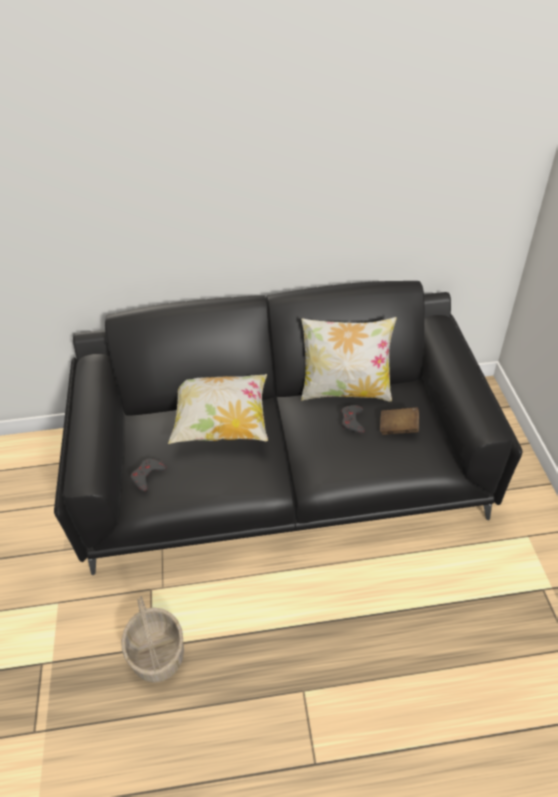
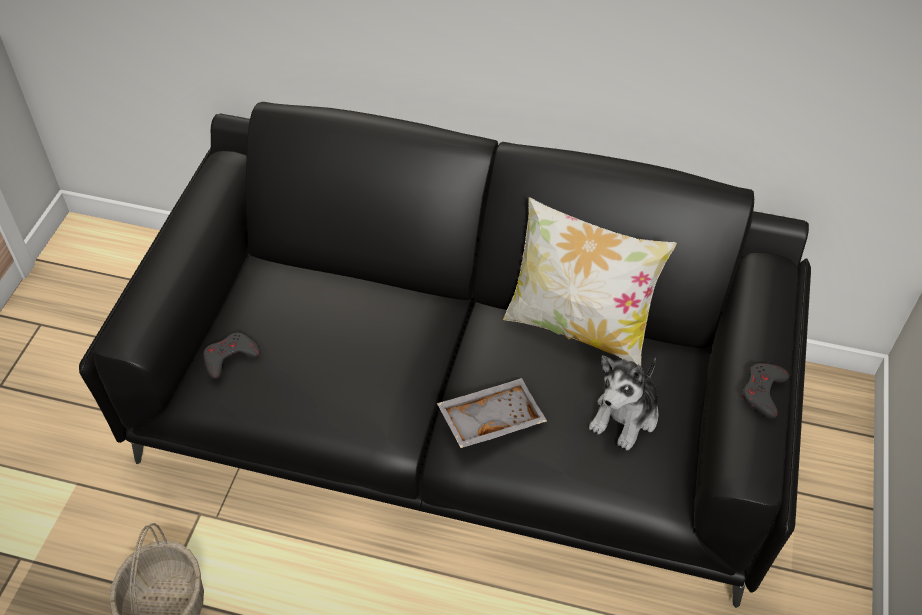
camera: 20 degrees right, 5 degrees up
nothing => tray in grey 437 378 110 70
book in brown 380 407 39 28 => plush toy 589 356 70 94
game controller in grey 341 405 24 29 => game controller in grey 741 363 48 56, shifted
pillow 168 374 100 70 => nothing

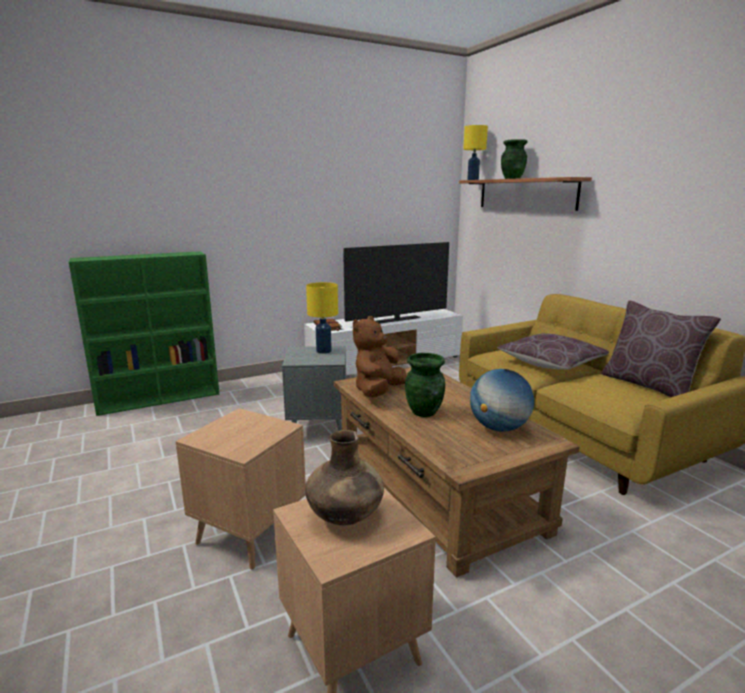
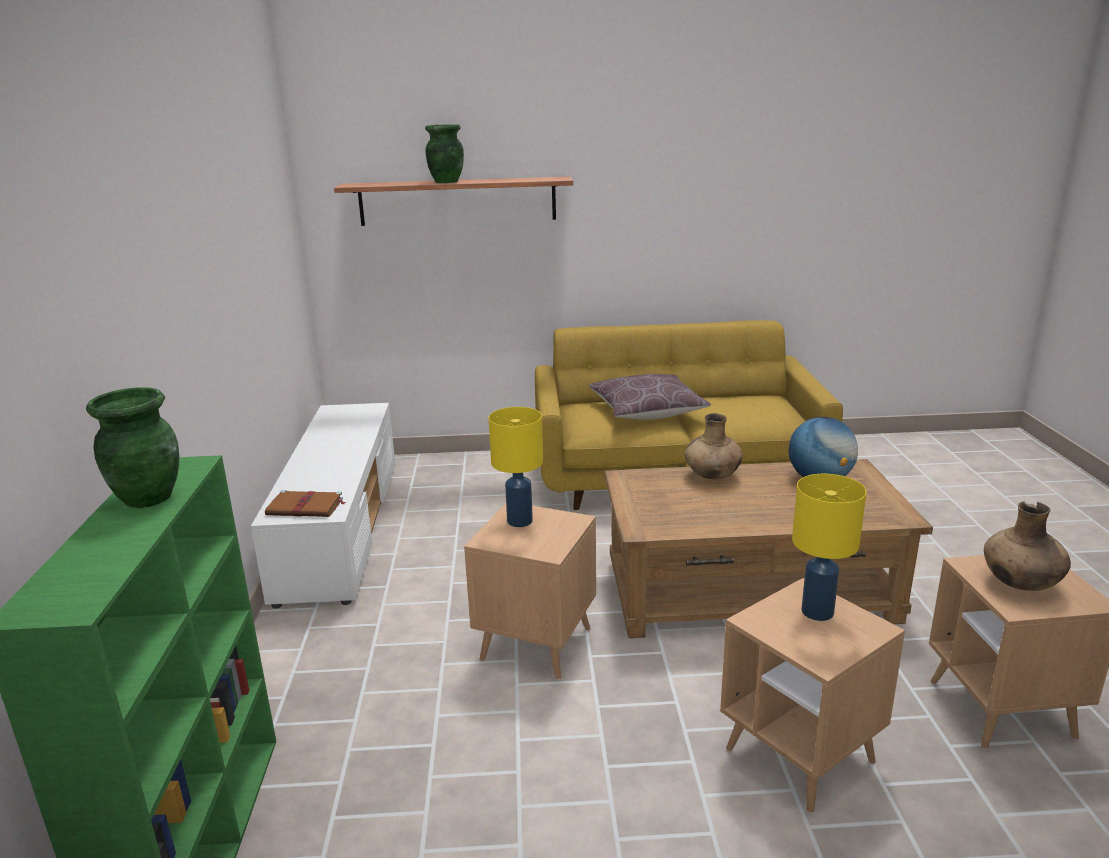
camera: 65 degrees left, 5 degrees up
vase in green 405 353 40 64 => vase in green 86 387 93 121, shifted
side table in grey 282 346 64 85 => side table in brown 464 504 132 176
nothing => vase in brown 685 413 58 66
table lamp in yellow 463 125 25 55 => table lamp in yellow 792 474 74 147, shifted
television 343 242 106 82 => nothing
plush toy in brown 353 316 54 81 => nothing
pillow in brown 601 300 120 97 => nothing

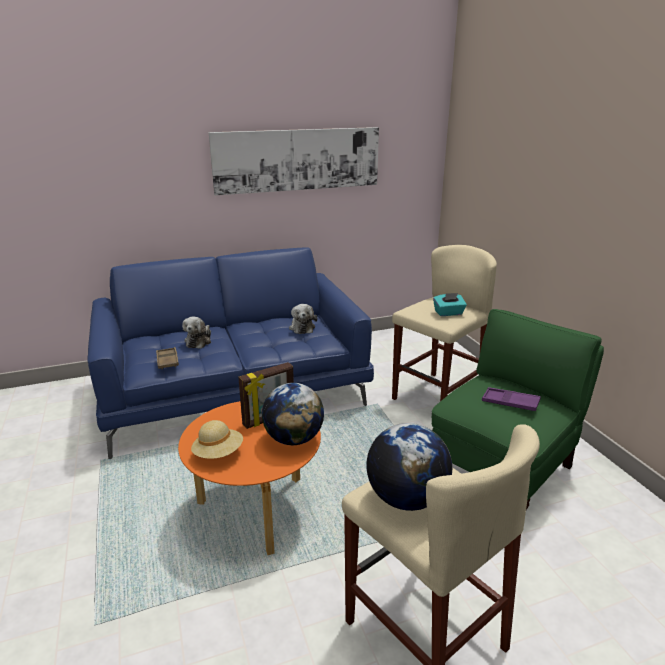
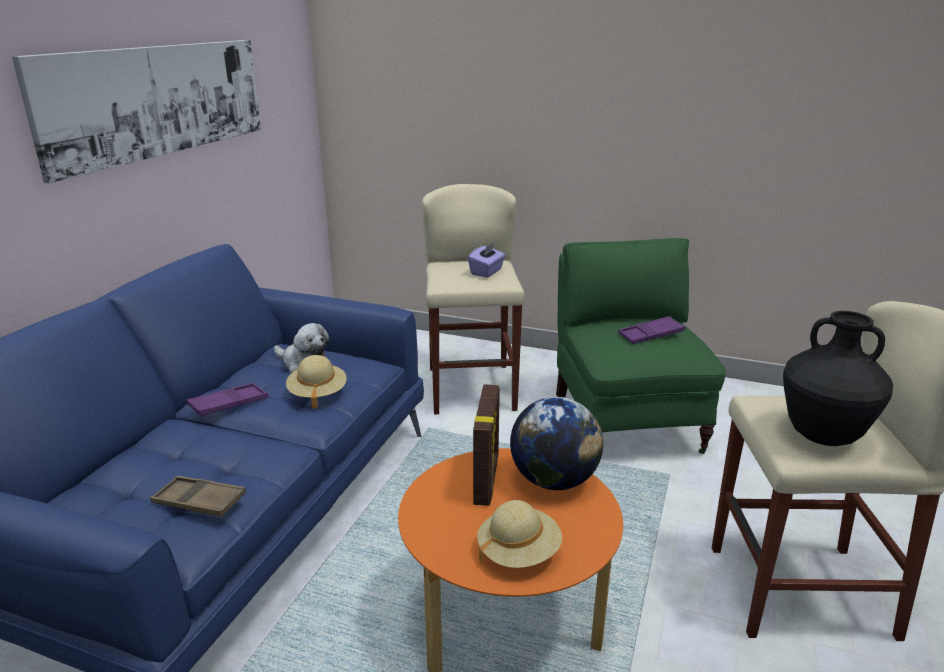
camera: 50 degrees left, 0 degrees up
nothing => tray in purple 187 383 81 34
nothing => hat in beige 286 355 61 54
tissue box in turquoise 433 293 34 23 => tissue box in purple 468 242 37 35
globe 366 423 86 88 => vase in black 783 311 110 135
plush toy 182 317 29 32 => nothing

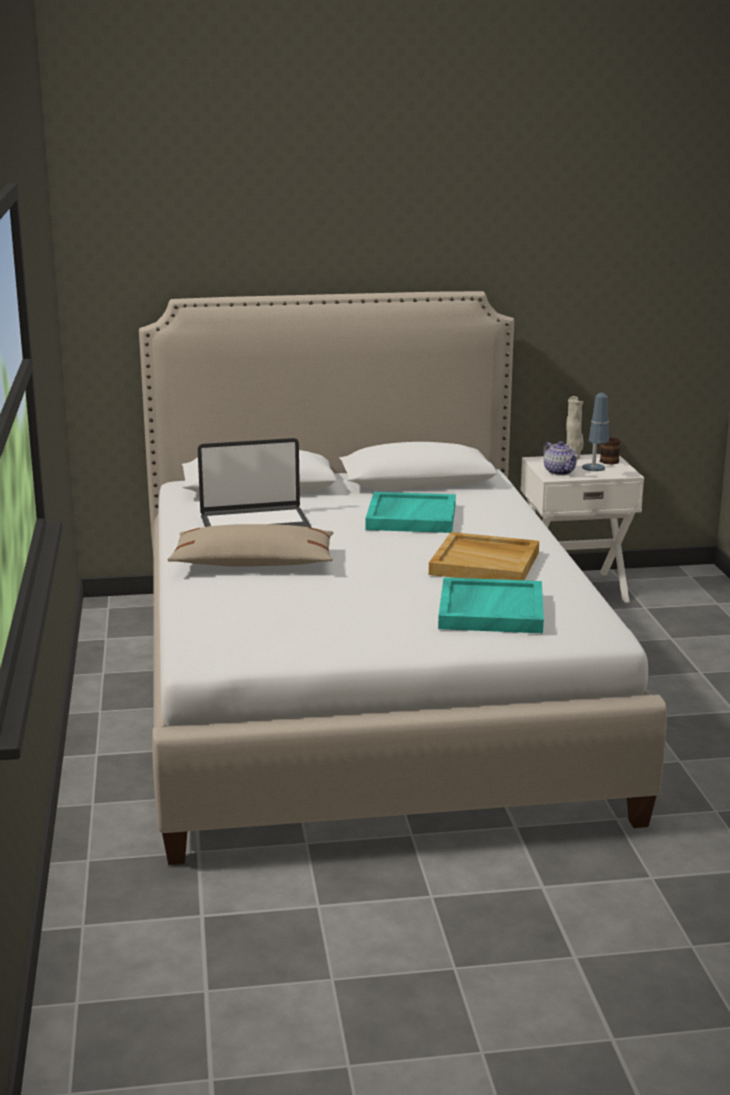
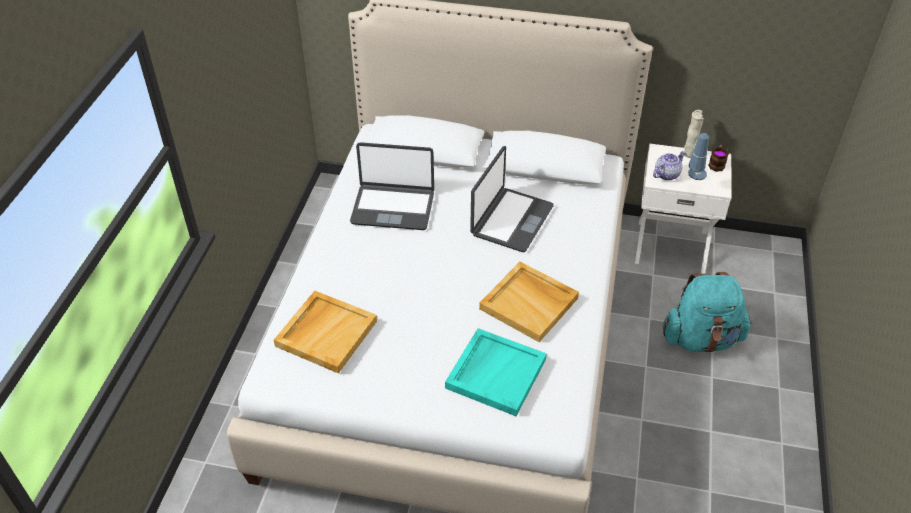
camera: 20 degrees right, 25 degrees up
nothing => tray in beige 274 291 103 83
tray in turquoise 365 492 91 41 => laptop 470 146 84 106
teapot 543 441 35 34 => teapot 653 151 33 30, 120 degrees counterclockwise
nothing => backpack in turquoise 663 272 89 81
pillow in beige 167 524 167 43 => nothing

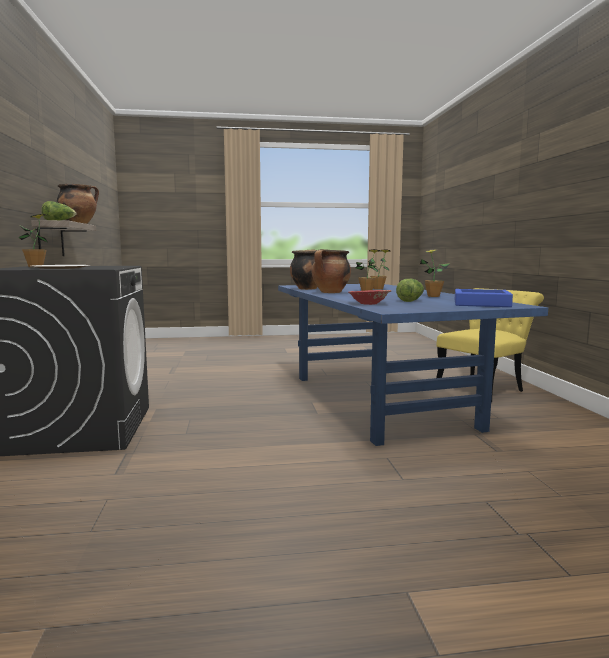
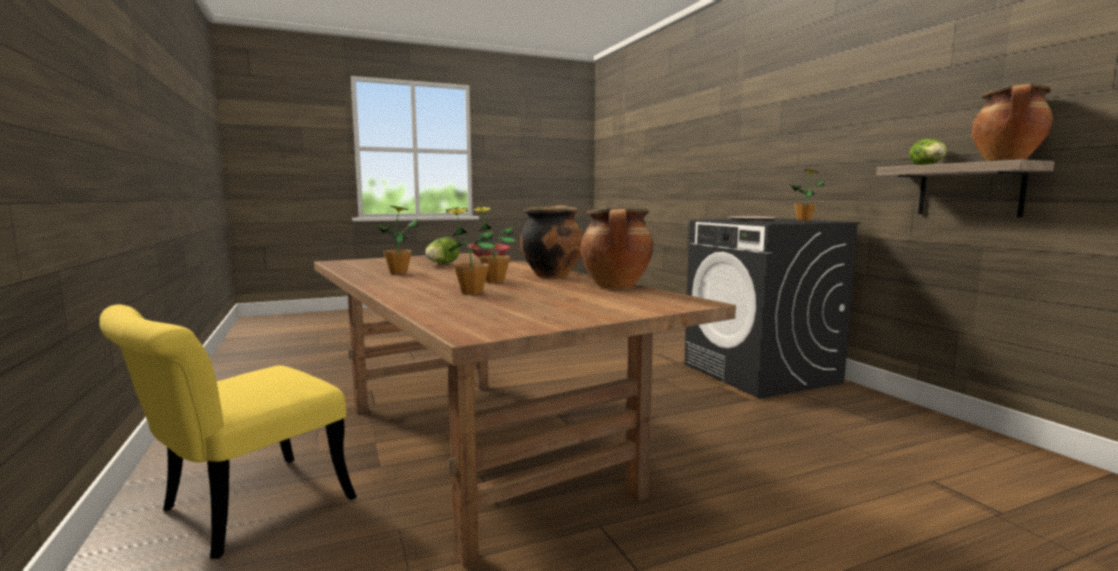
camera: 165 degrees right, 0 degrees up
dining table in blue 278 284 270 162 => dining table in brown 314 253 422 313
tray in blue 455 289 58 18 => nothing

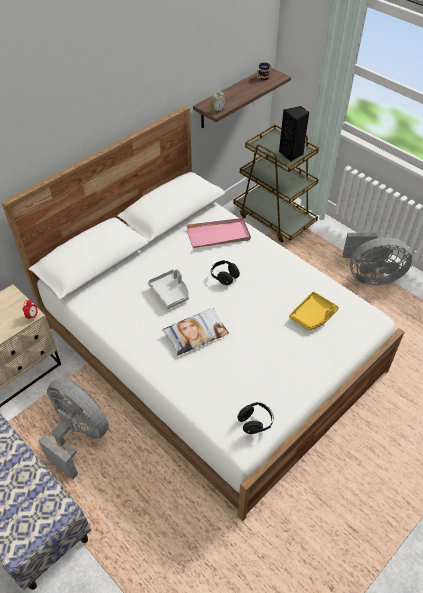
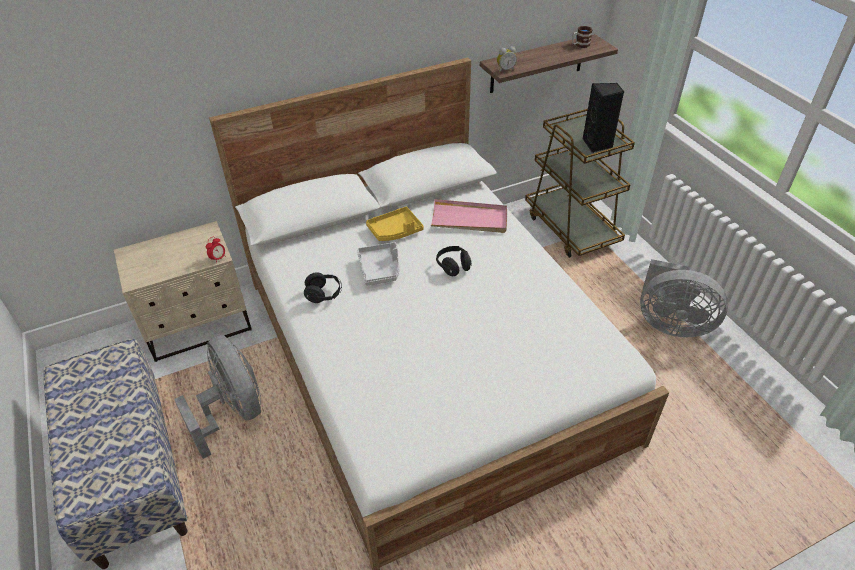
camera: 20 degrees right, 5 degrees down
headphones in black 237 402 37 32 => headphones in black 304 272 38 31, shifted
tray in yellow 289 291 50 40 => tray in yellow 366 207 58 34, shifted
pillow 162 308 67 48 => nothing

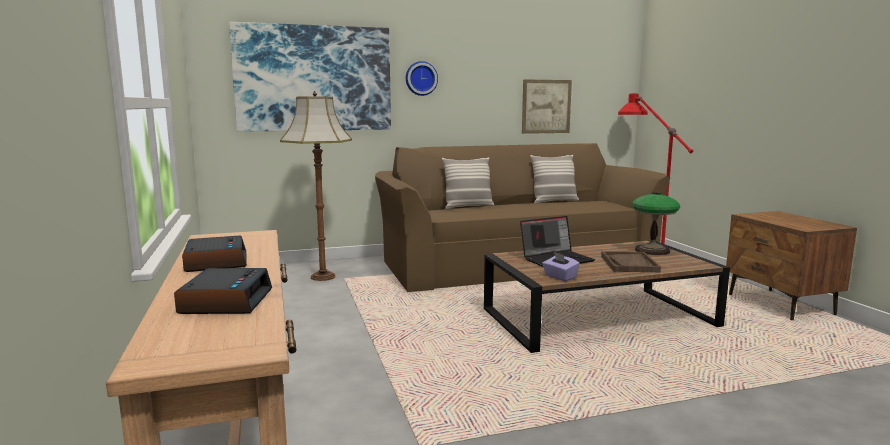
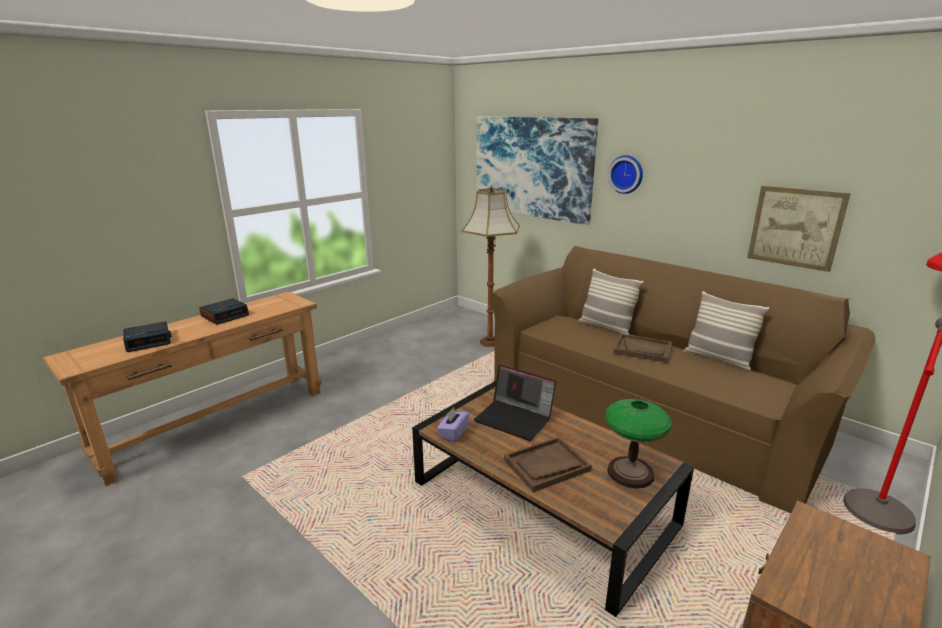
camera: 60 degrees right, 10 degrees up
nothing => tray in brown 613 334 59 29

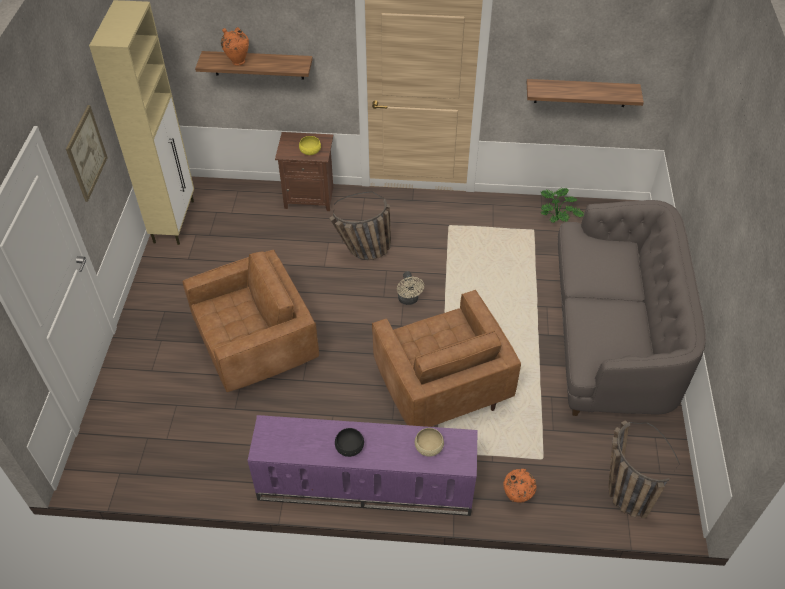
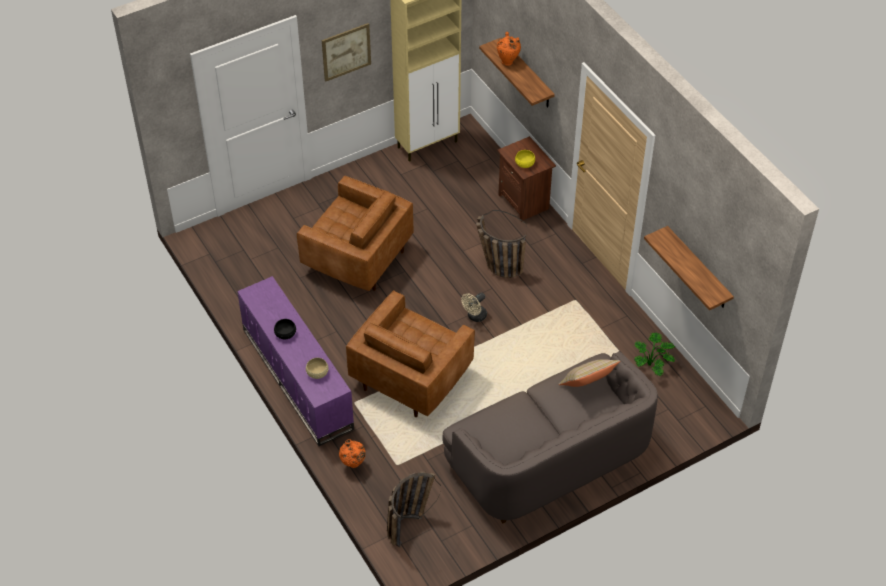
camera: 55 degrees right, 0 degrees up
nothing => pillow in beige 558 360 62 27

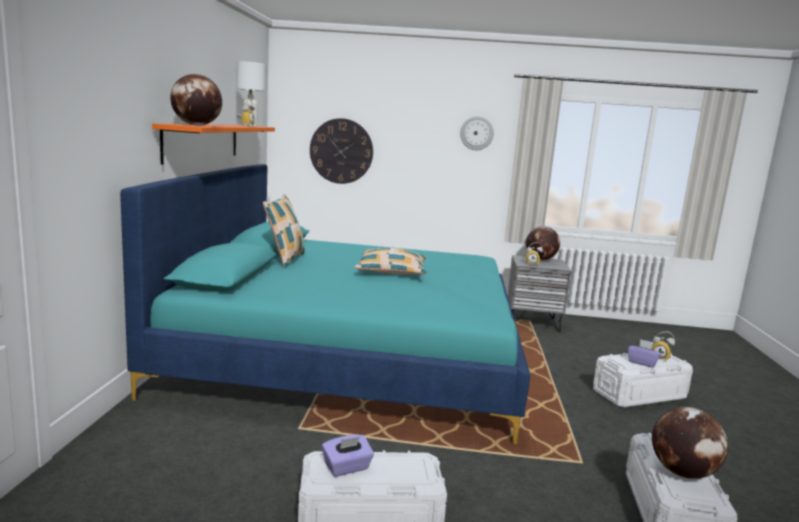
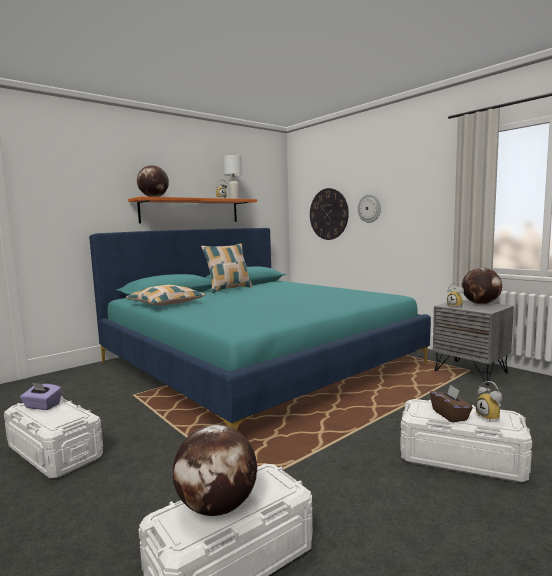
camera: 45 degrees right, 5 degrees down
pillow 355 248 72 27 => pillow 126 285 79 20, shifted
wall clock 460 116 34 34 => wall clock 358 194 23 29, shifted
tissue box in purple 628 339 33 29 => tissue box in brown 430 385 43 38

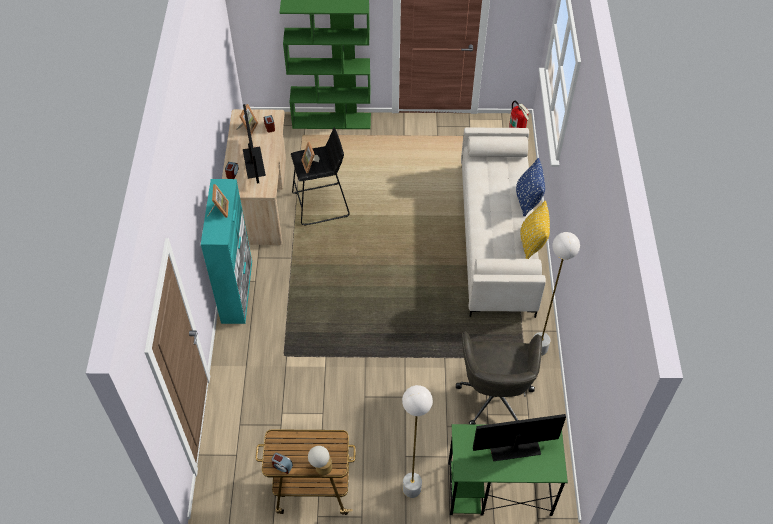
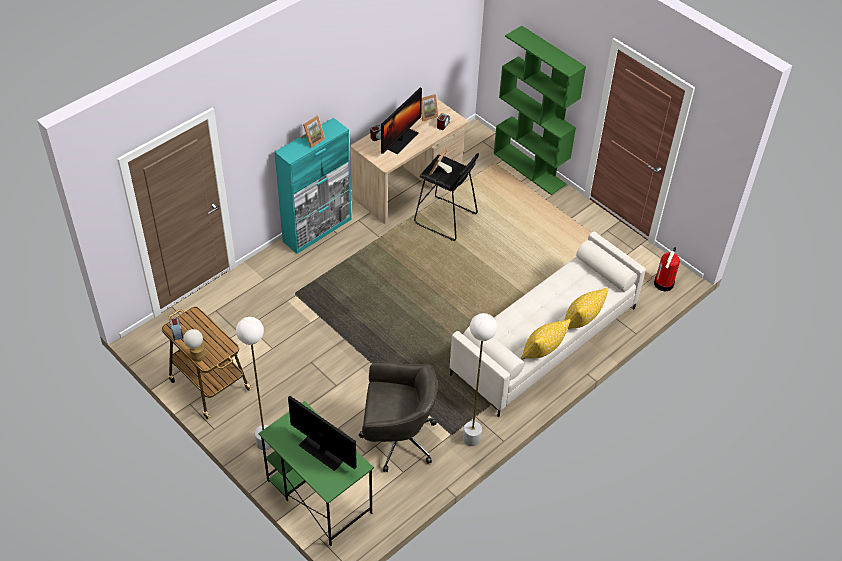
camera: 45 degrees right, 5 degrees down
office chair in grey 456 332 86 92 => office chair in grey 358 361 79 111, 135 degrees counterclockwise
pillow in blue 516 158 29 59 => pillow in yellow 564 287 45 42

